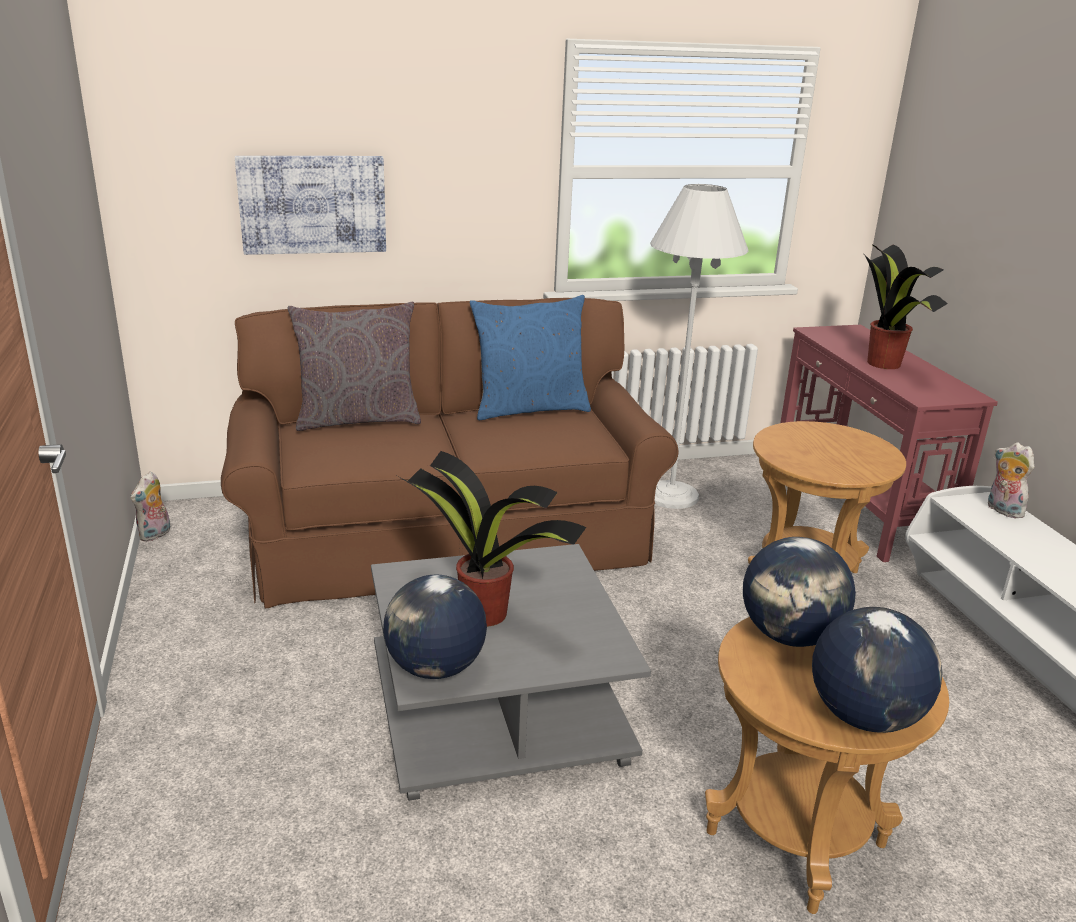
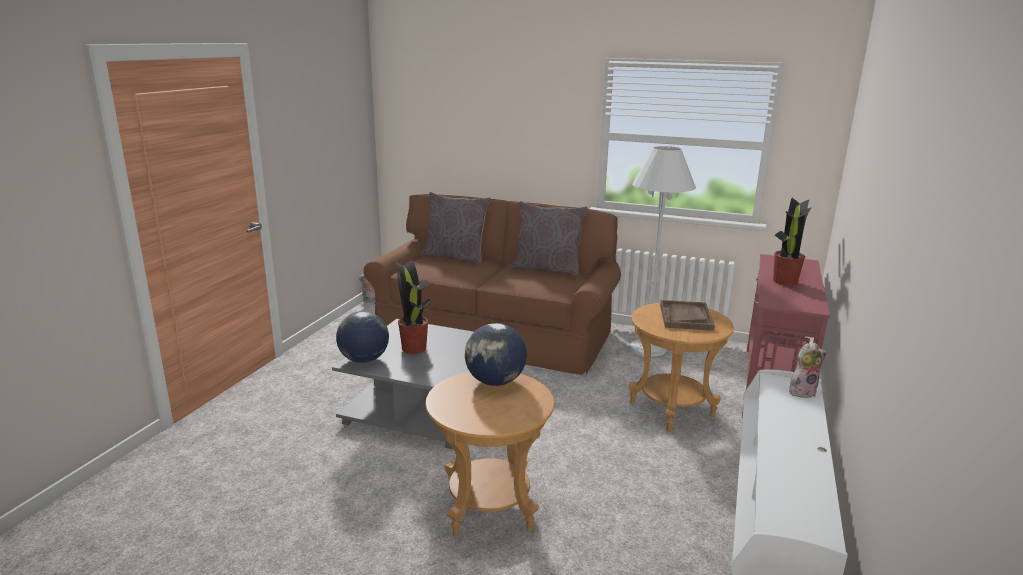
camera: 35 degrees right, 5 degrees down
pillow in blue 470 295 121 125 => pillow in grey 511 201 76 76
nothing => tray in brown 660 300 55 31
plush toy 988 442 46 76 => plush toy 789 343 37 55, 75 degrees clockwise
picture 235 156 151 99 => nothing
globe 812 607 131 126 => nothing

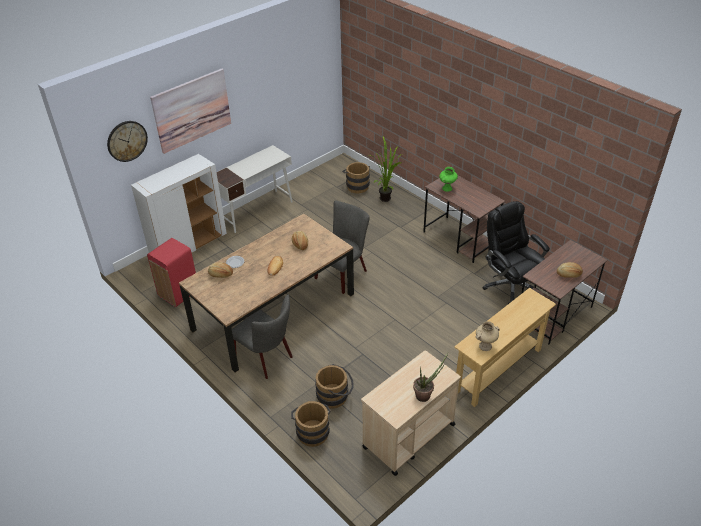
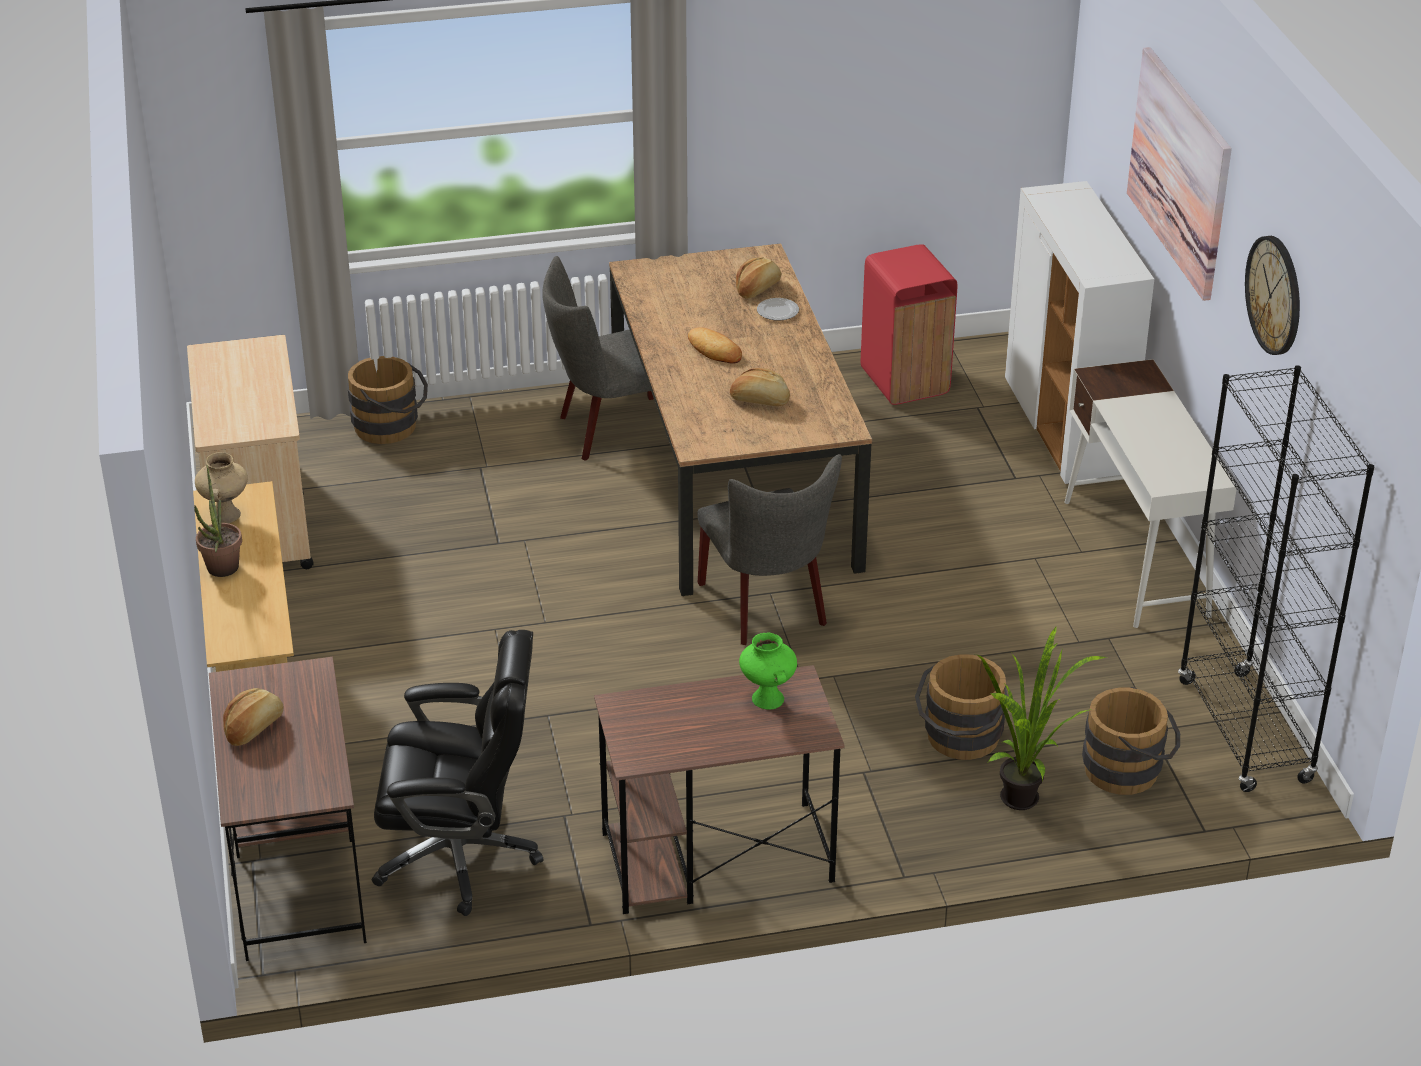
camera: 120 degrees right, 5 degrees down
potted plant 413 353 35 49 => potted plant 194 465 48 112, shifted
bucket in brown 315 364 39 45 => bucket in brown 915 654 92 106, shifted
nothing => bookcase in black 1178 365 196 427
wall clock 107 121 41 41 => wall clock 1245 236 55 119, shifted

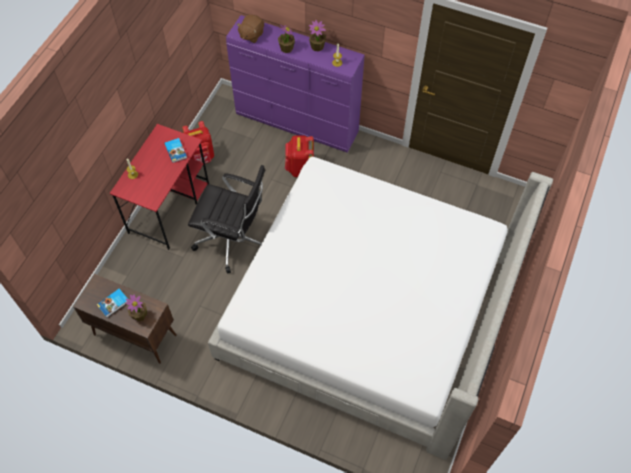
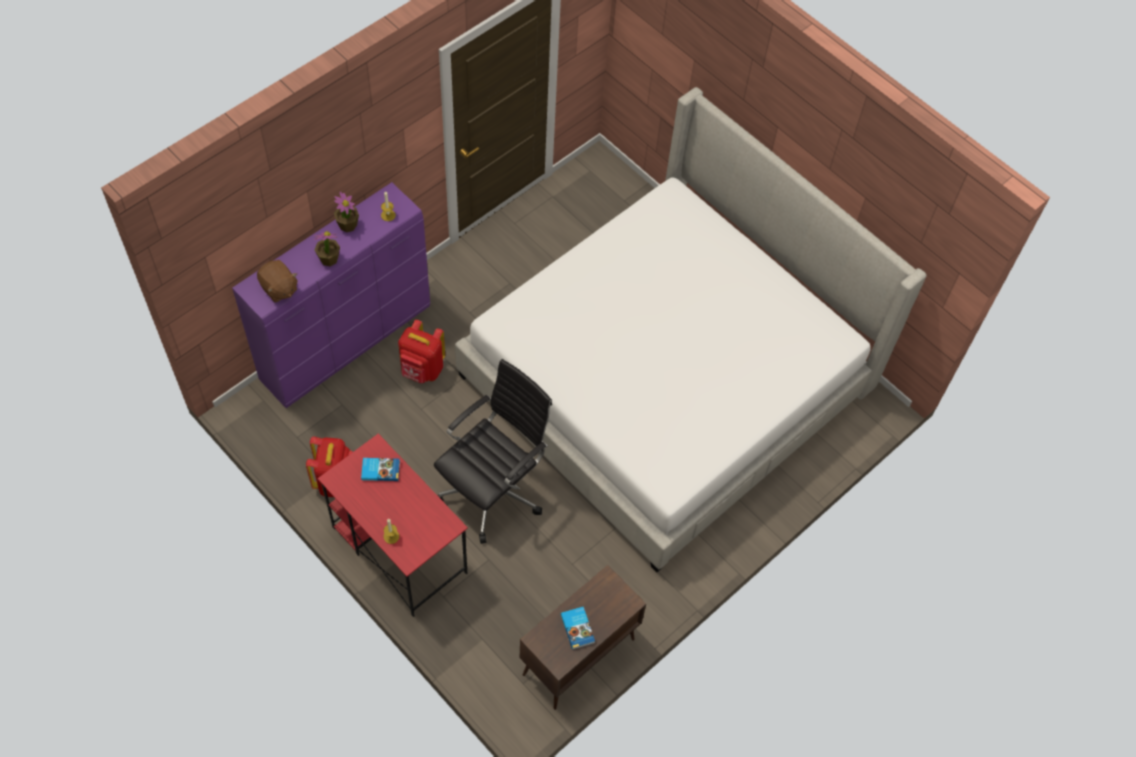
camera: 70 degrees left, 0 degrees up
potted plant 125 294 22 28 => nothing

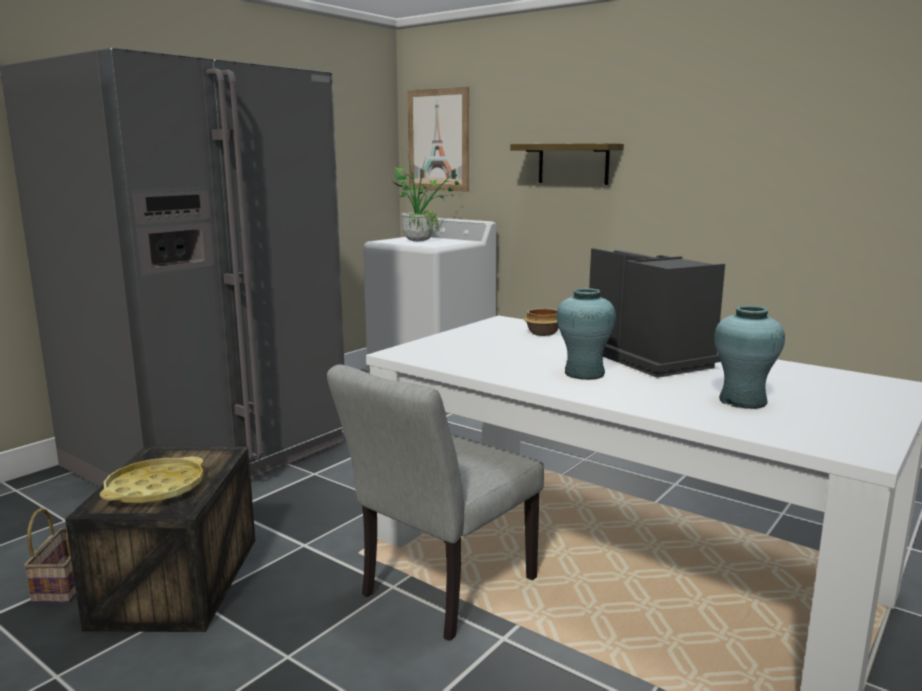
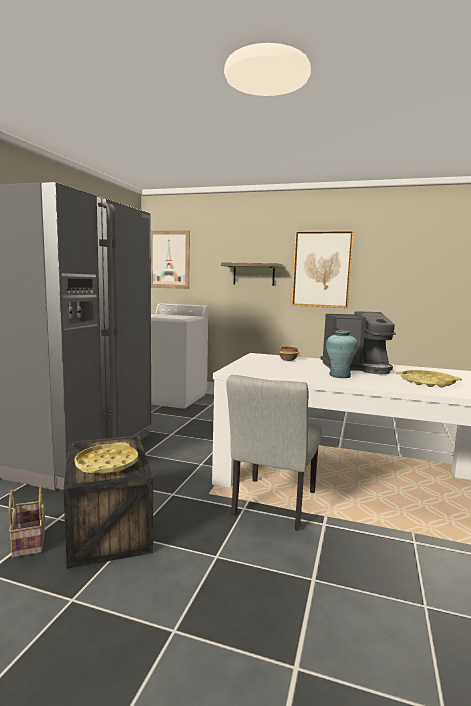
camera: 20 degrees left, 5 degrees down
nothing => picture 292 231 62 77
coffee machine 589 248 136 130 => coffee machine 321 311 75 63, 135 degrees clockwise
vase in turquoise 714 305 71 104 => tray in yellow 396 370 66 18
potted plant 393 153 66 89 => nothing

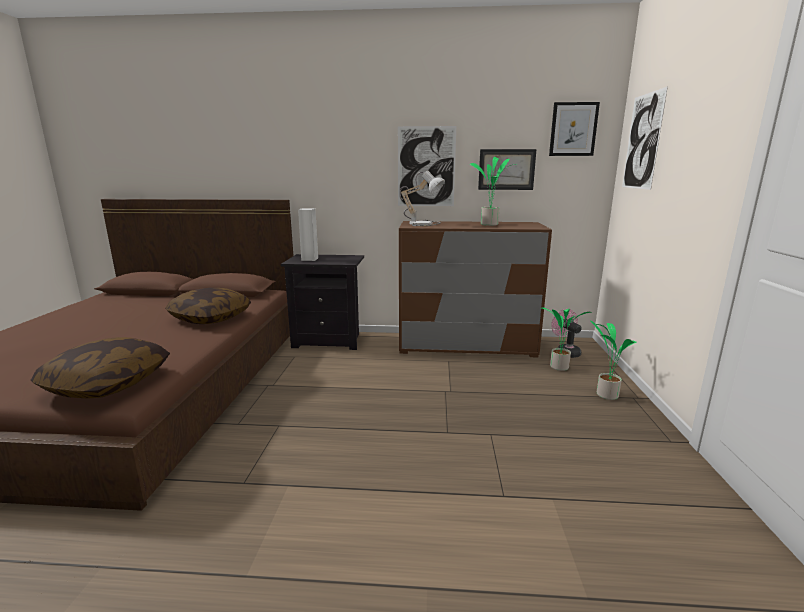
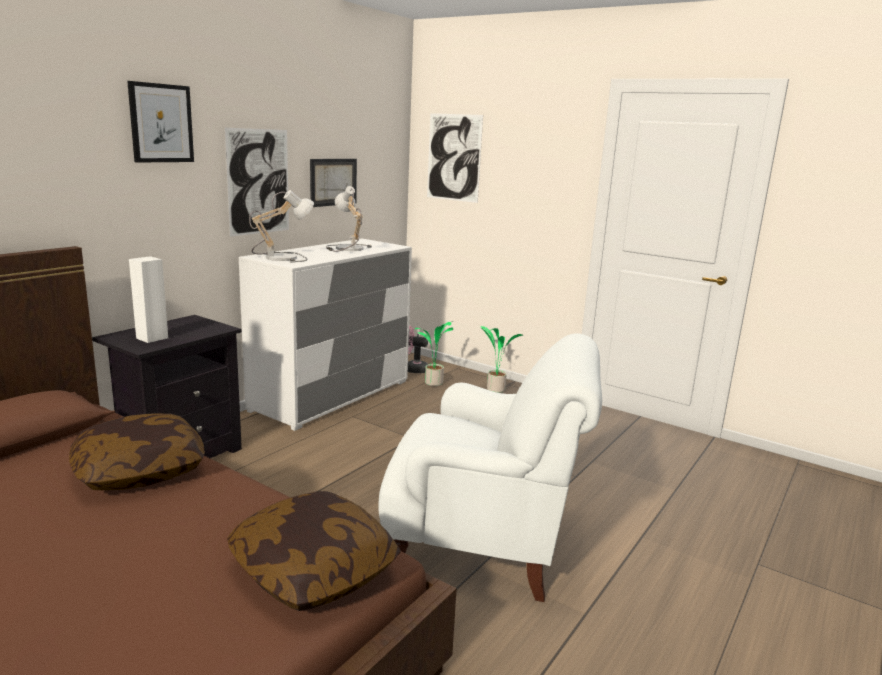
camera: 60 degrees left, 0 degrees up
picture 549 102 51 54 => picture 127 81 67 82, shifted
dresser in brown 399 221 153 137 => dresser in white 239 239 173 192
potted plant 470 157 46 69 => table lamp 326 186 46 66
nothing => armchair in white 379 333 223 269

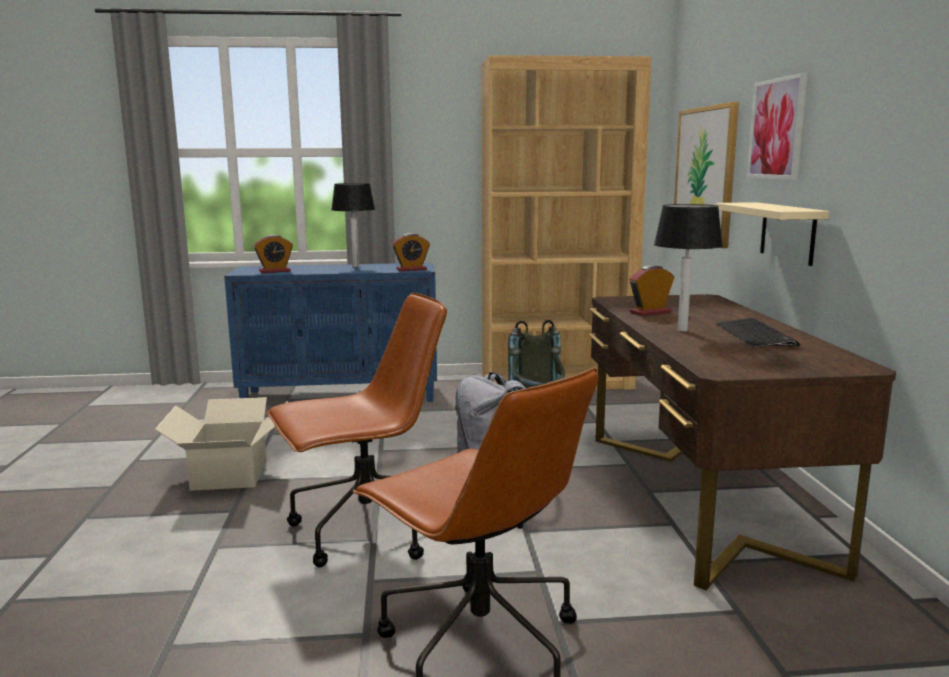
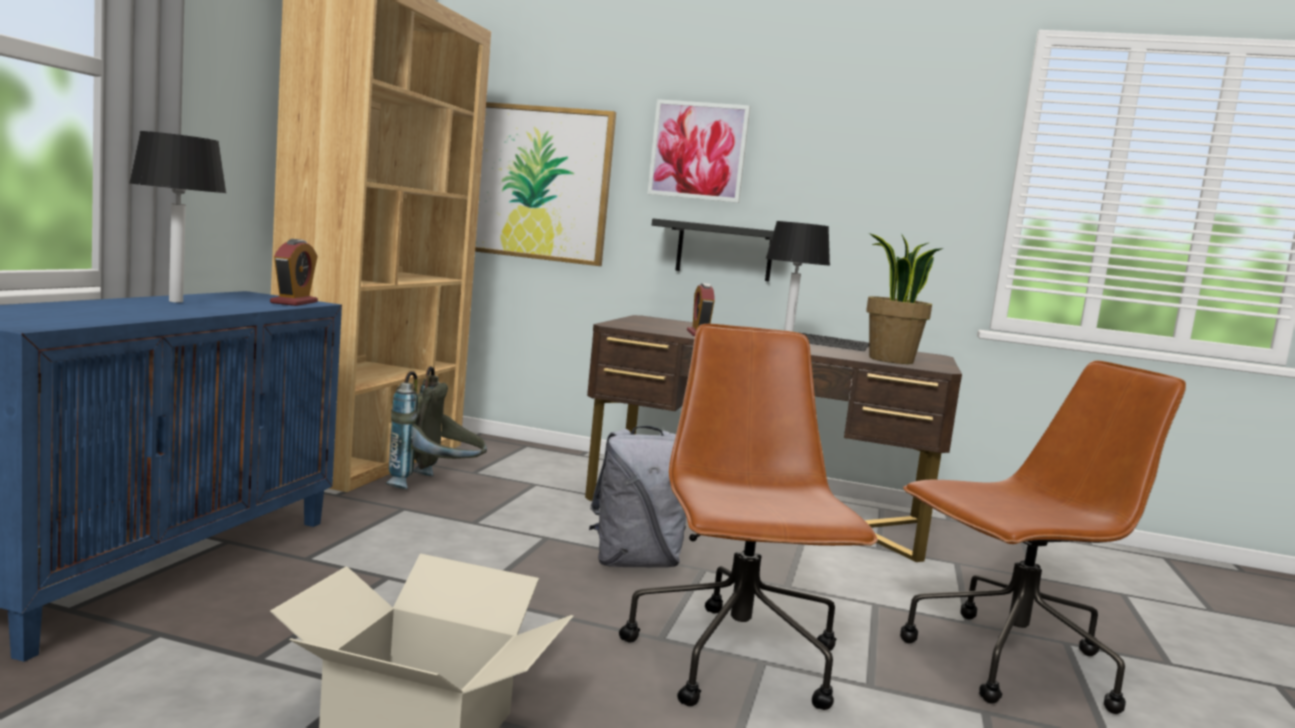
camera: 70 degrees left, 5 degrees down
shelf in beige 716 202 114 64 => shelf in black 652 218 122 63
nothing => potted plant 866 233 77 131
alarm clock 254 235 39 38 => nothing

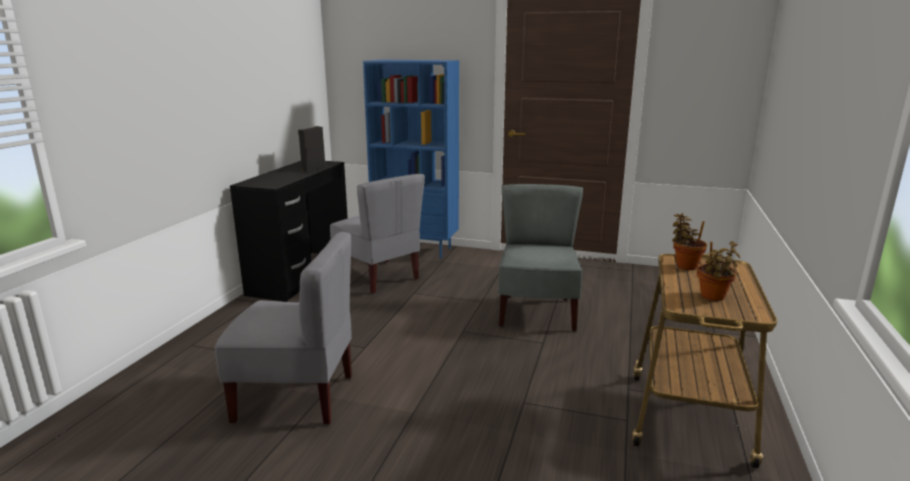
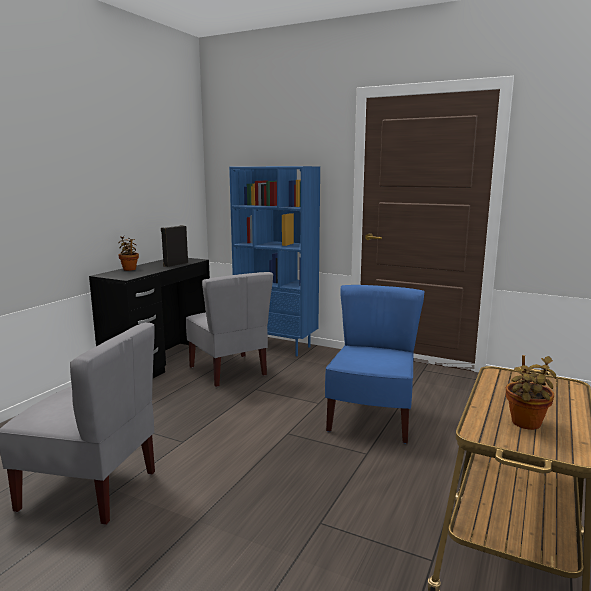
camera: 10 degrees right, 5 degrees down
potted plant 672 213 35 57 => potted plant 118 236 21 35, shifted
chair in grey 498 184 85 147 => chair in blue 325 285 100 159

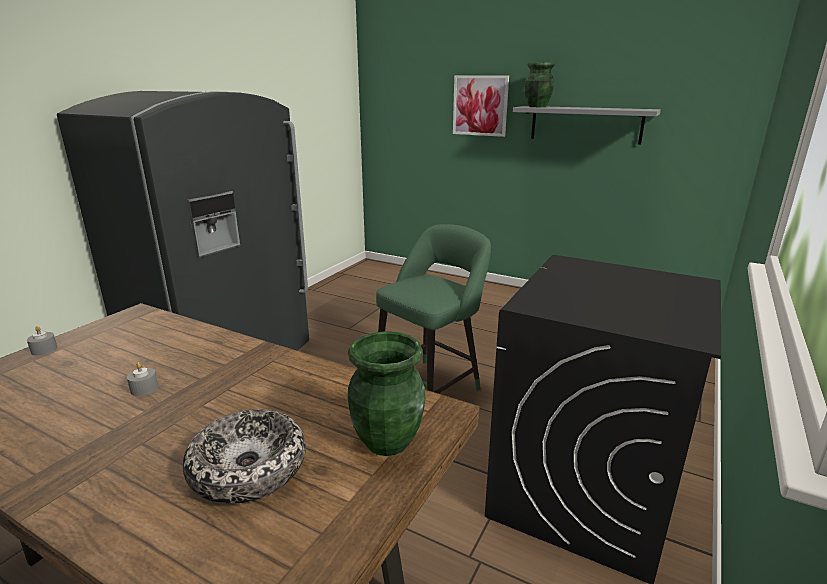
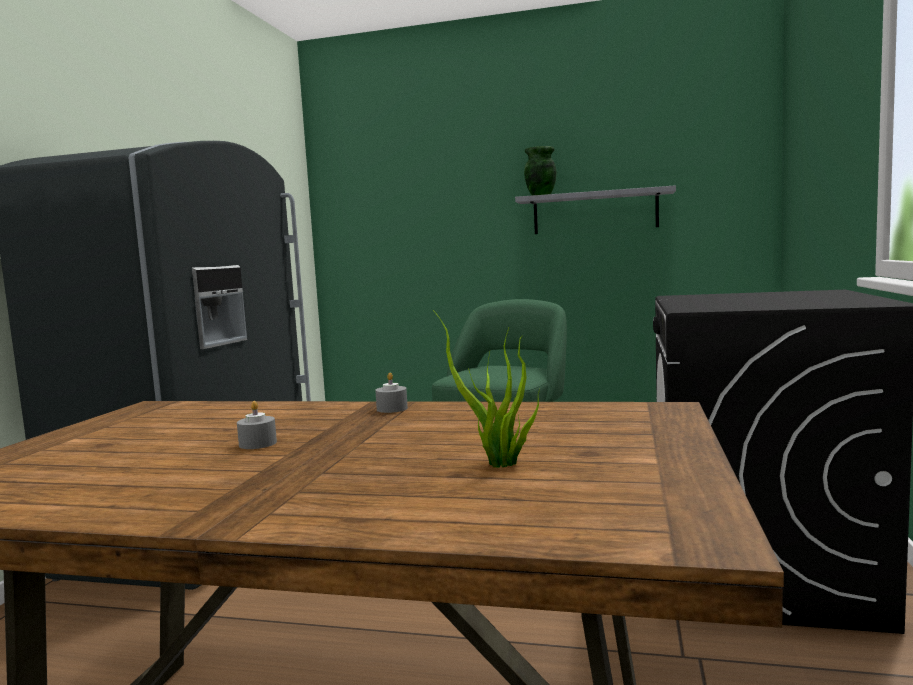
camera: 15 degrees left, 15 degrees down
candle in grey 27 326 31 30 => candle in grey 375 372 33 41, shifted
bowl 183 409 123 95 => potted plant 433 310 107 158
vase in green 348 331 77 125 => nothing
picture 453 75 56 62 => nothing

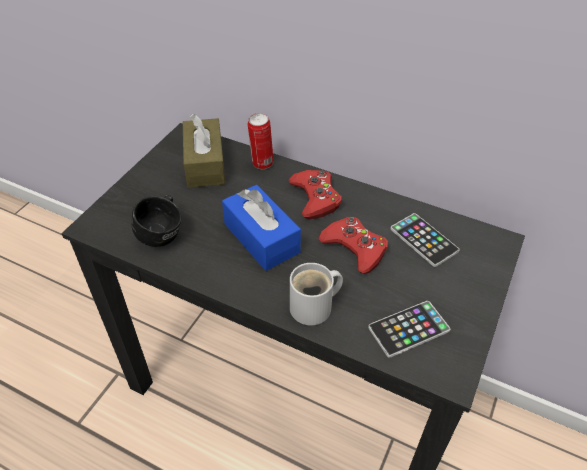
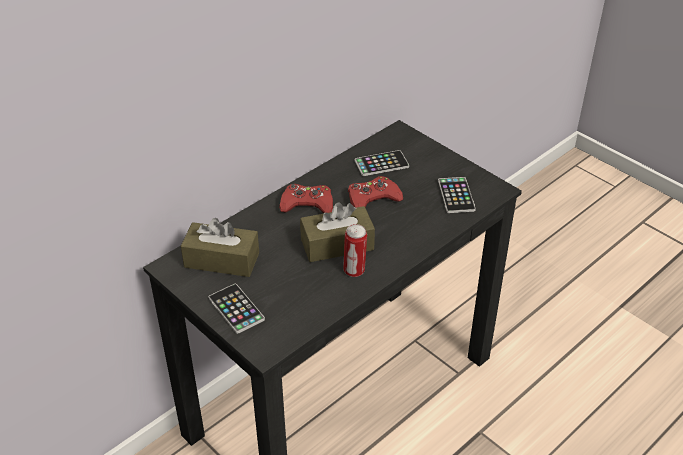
camera: 70 degrees left, 5 degrees down
nothing => phone 209 284 56 50
tissue box in blue 222 185 79 86 => tissue box in brown 300 202 75 60
can 248 113 26 56 => can 343 224 24 53, shifted
mug in black 132 195 50 52 => nothing
mug in white 290 263 53 62 => nothing

